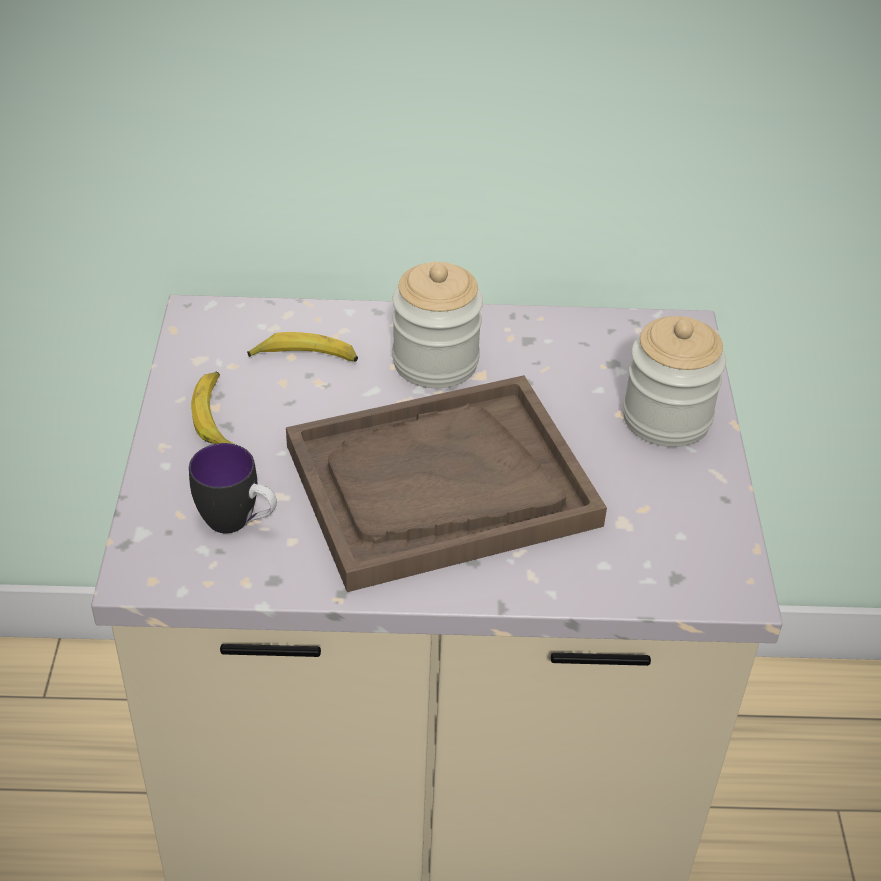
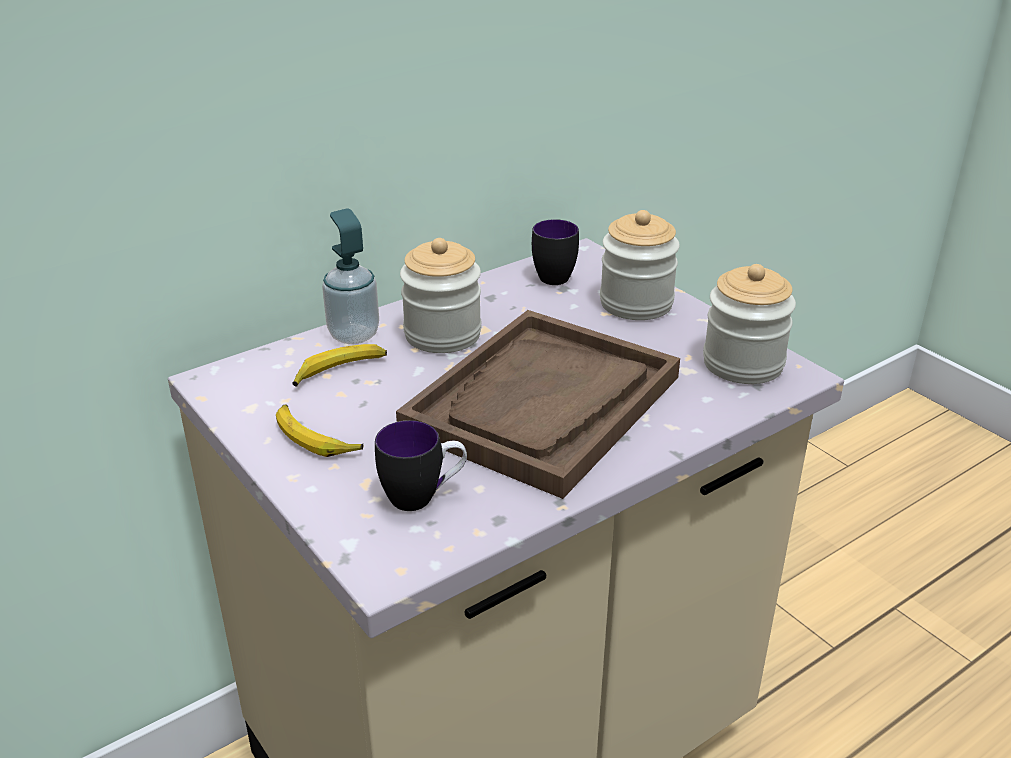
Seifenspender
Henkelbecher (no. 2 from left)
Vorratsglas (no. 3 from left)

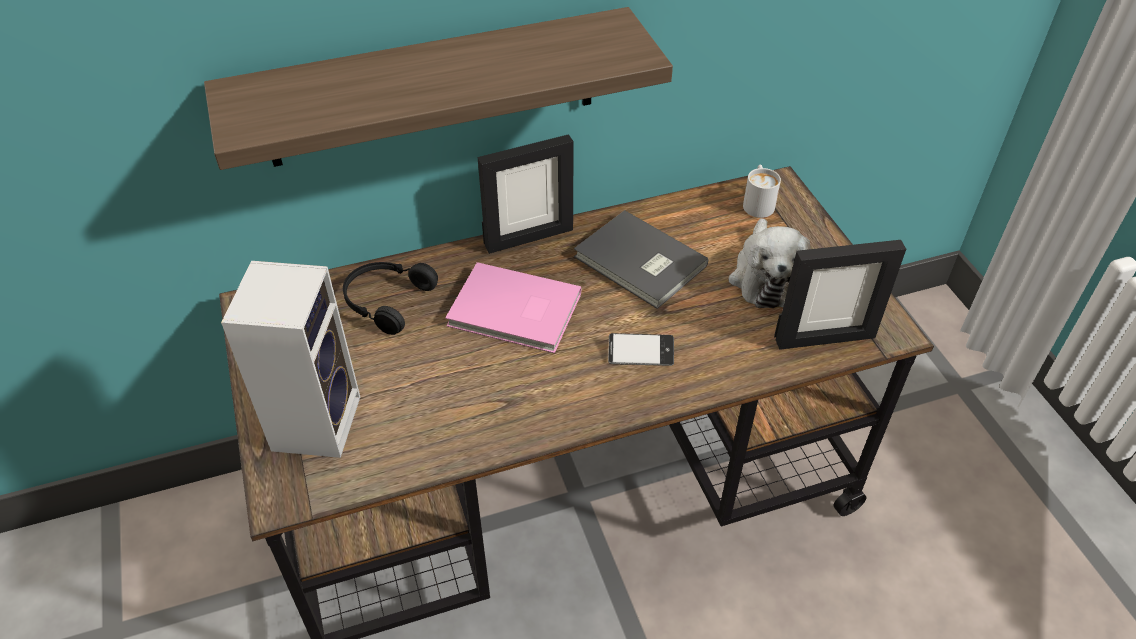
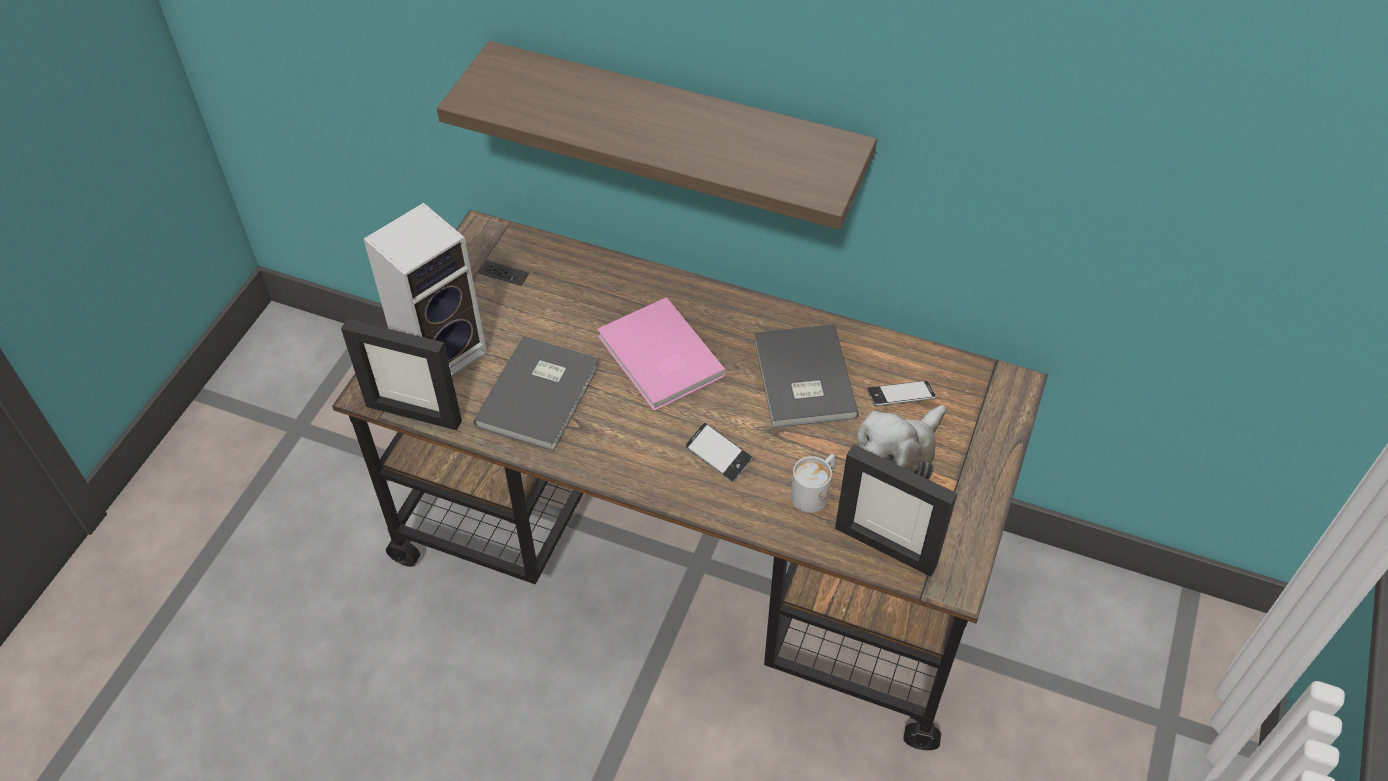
Kopfhörer (schwarz)
Buch (grau) (no. 1 from left)
Handy (no. 2 from left)
Bilderrahmen (no. 1 from left)
Henkelbecher (weiß)

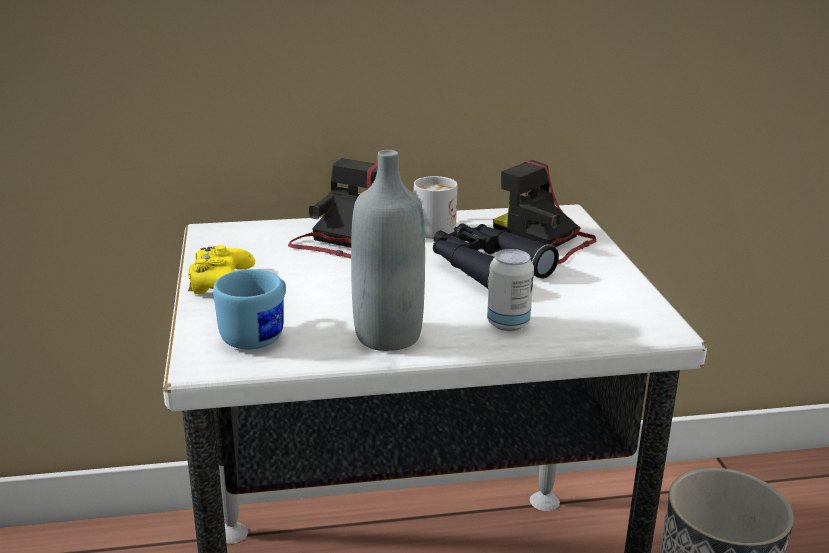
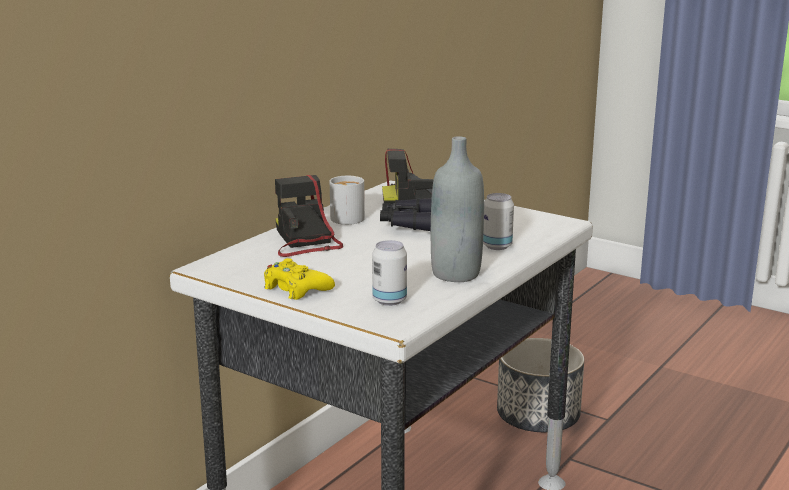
Dose (no. 1 from left)

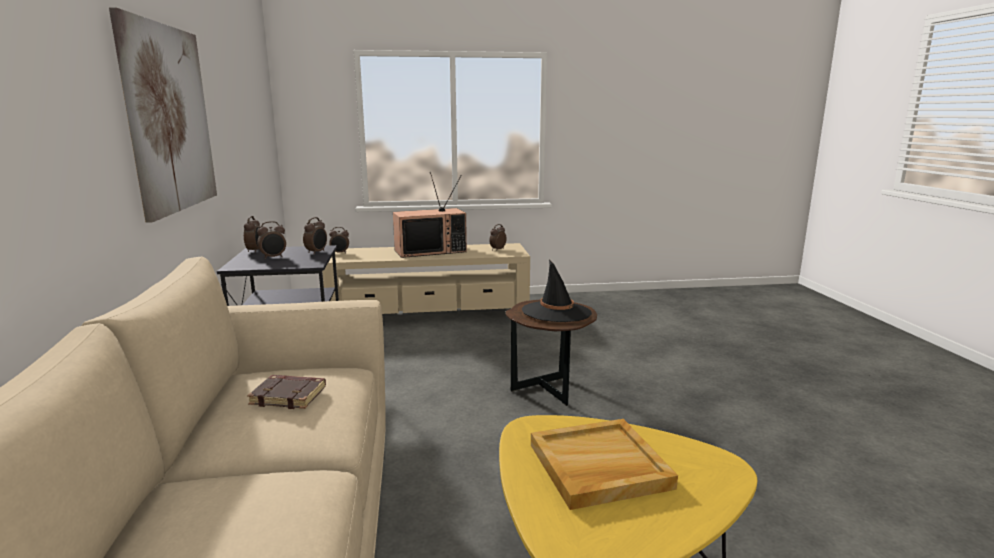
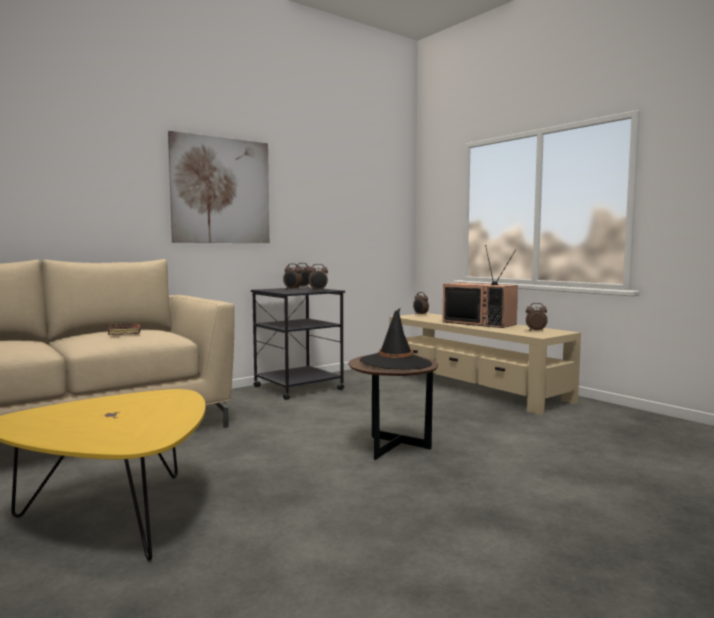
Tablett (beige)

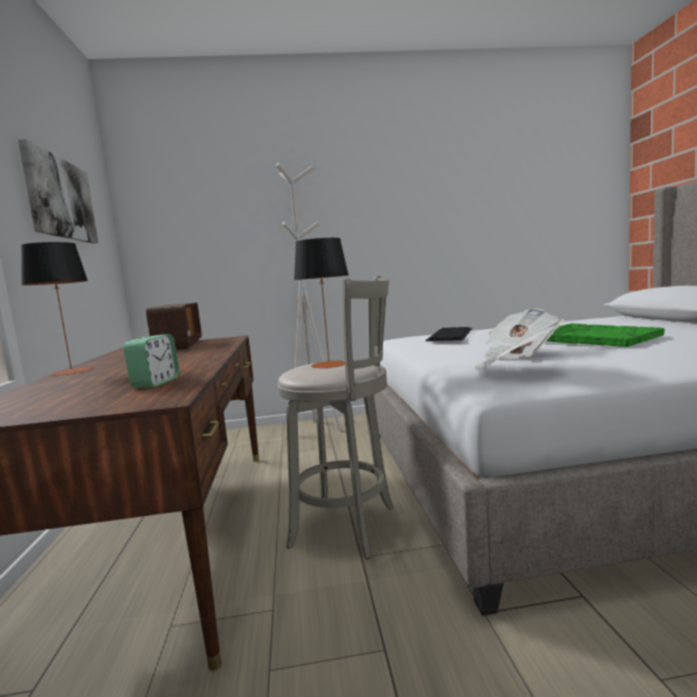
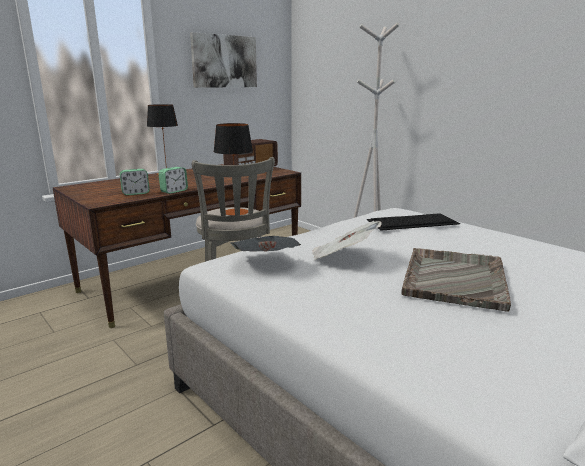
Wecker (no. 2 from left)
Tablett (grau)

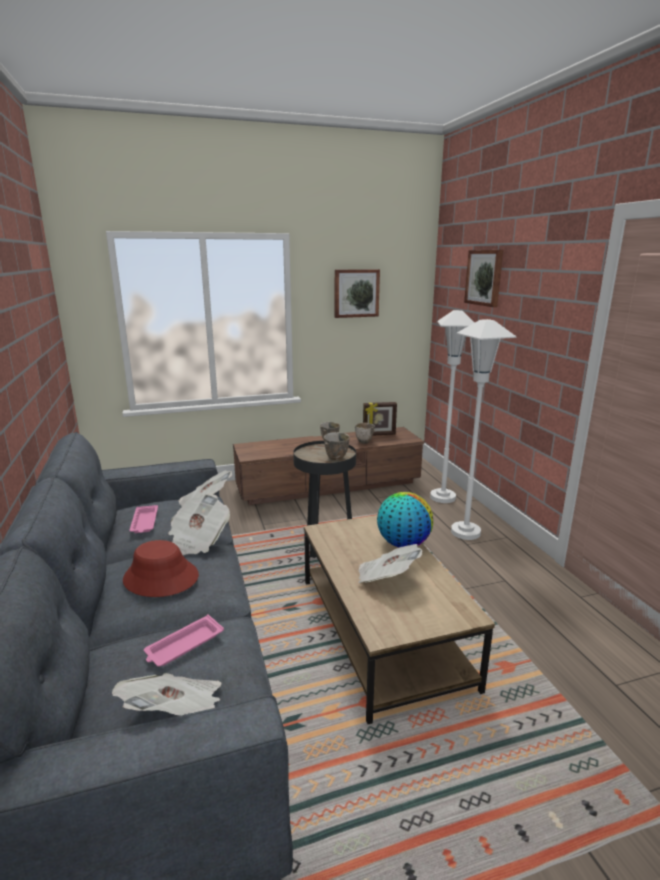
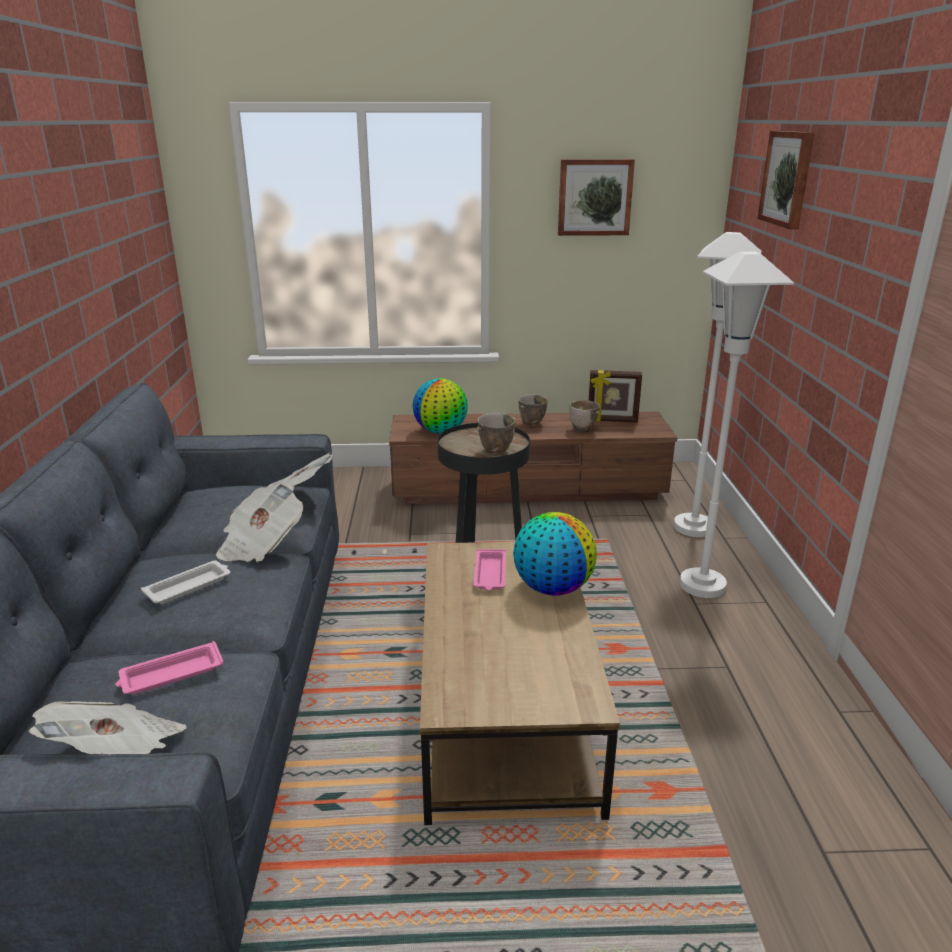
Zeitung (no. 4 from left in the first image)
Globus (no. 1 from left)
Tablett (rosa) (no. 2 from left)
Tablett (weiß)

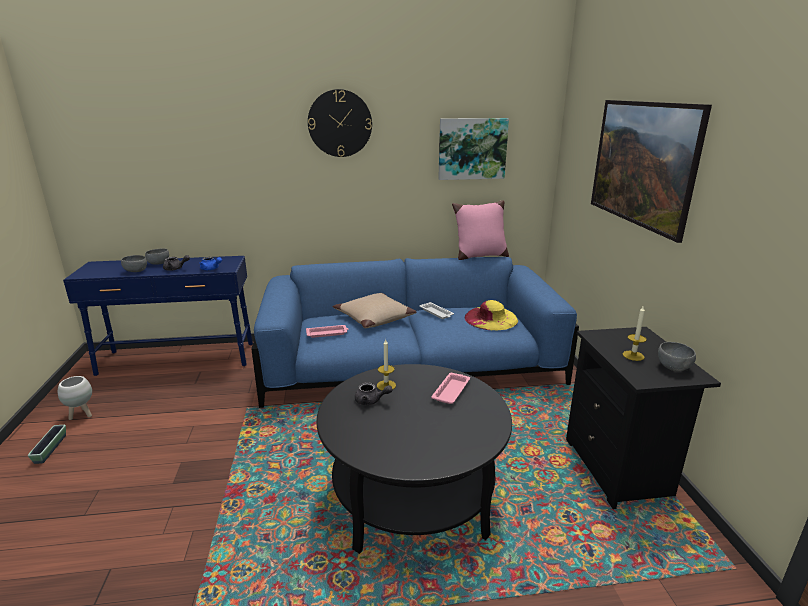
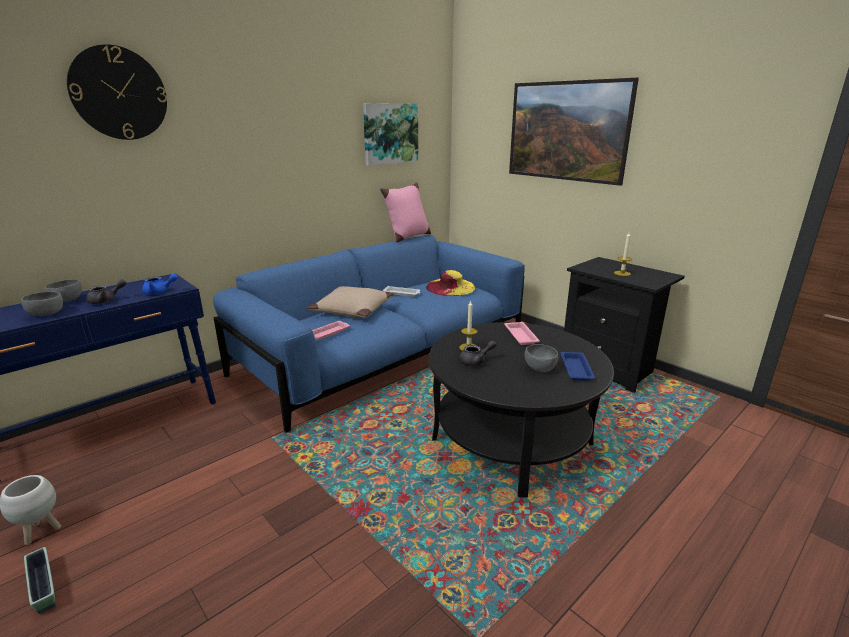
Tablett (blau)
Wanduhr
Schüssel (grau) (no. 3 from left)

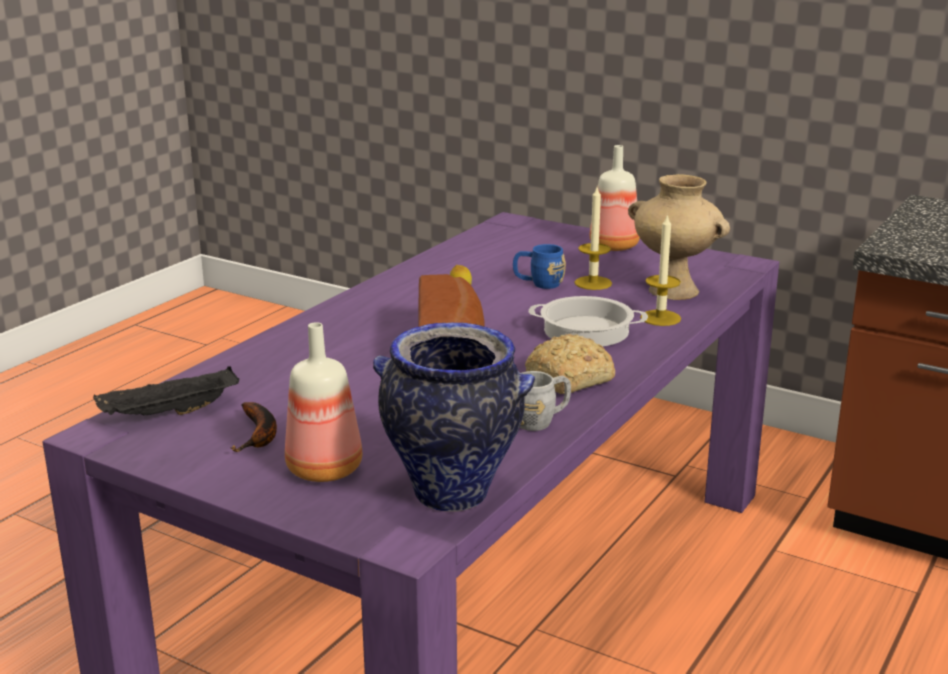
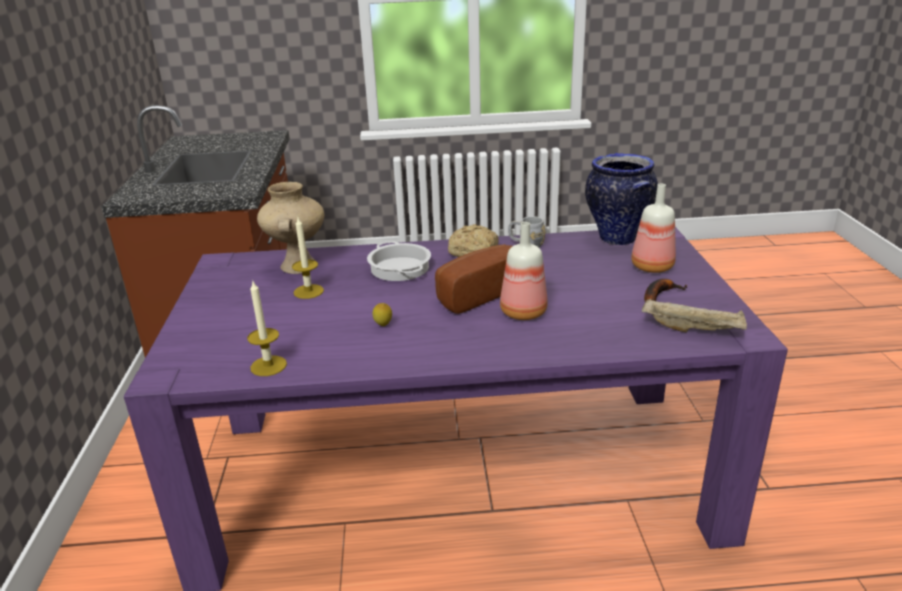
Henkelbecher (blau)
Flasche (no. 1 from left)
Kerze (no. 1 from left)
Tablett (beige)

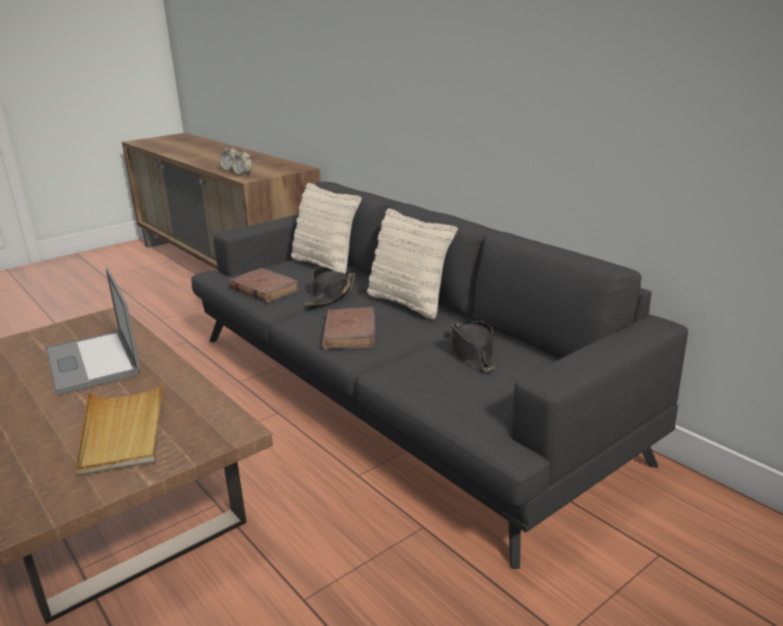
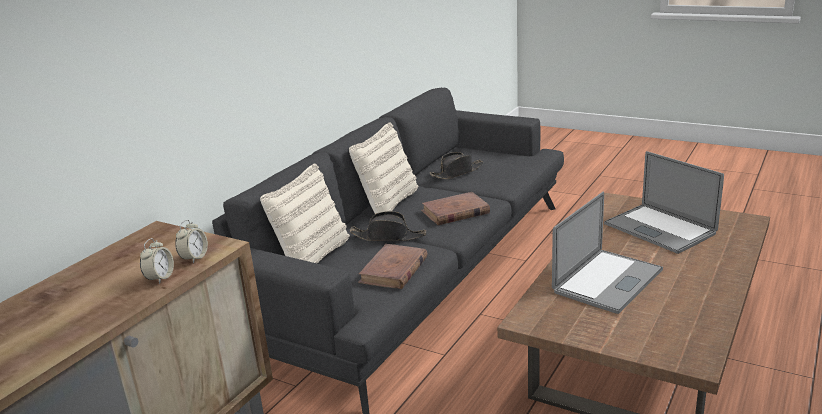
Laptop (no. 2 from left)

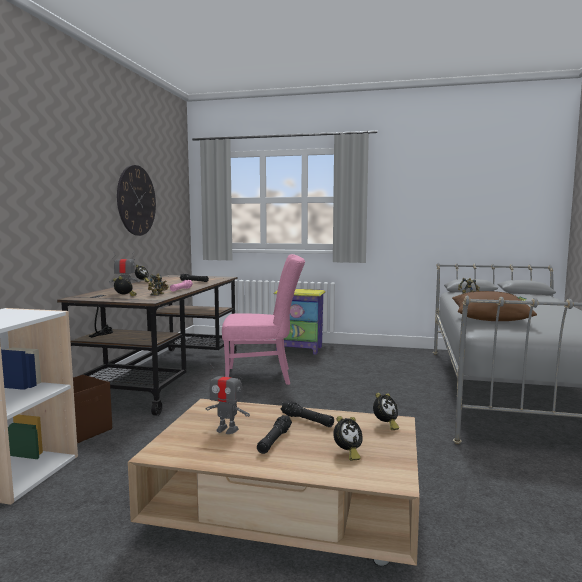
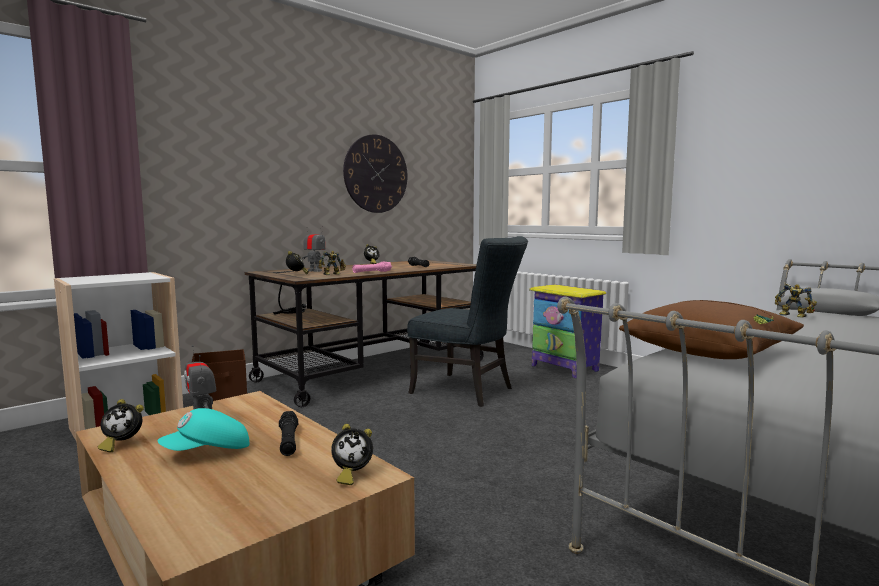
Wecker (no. 1 from left)
Kappe (türkis)
Stuhl (grau)

